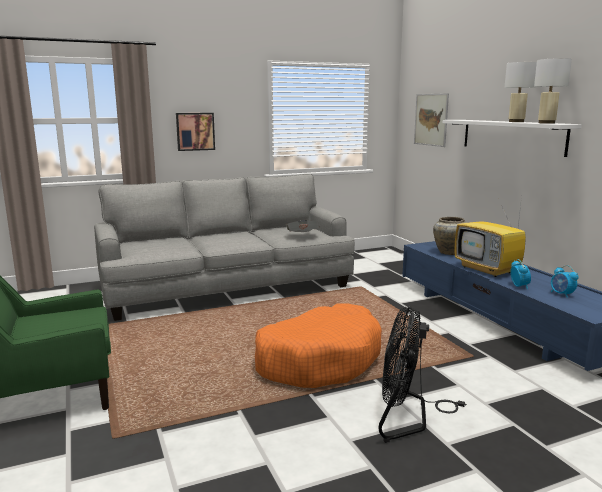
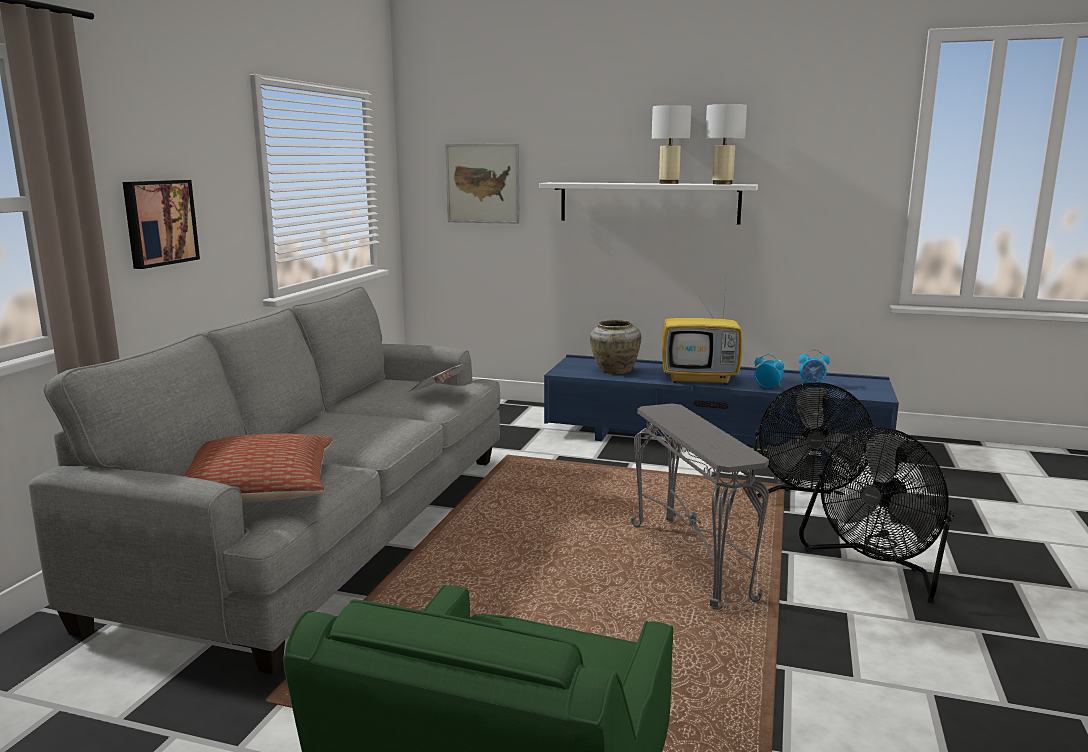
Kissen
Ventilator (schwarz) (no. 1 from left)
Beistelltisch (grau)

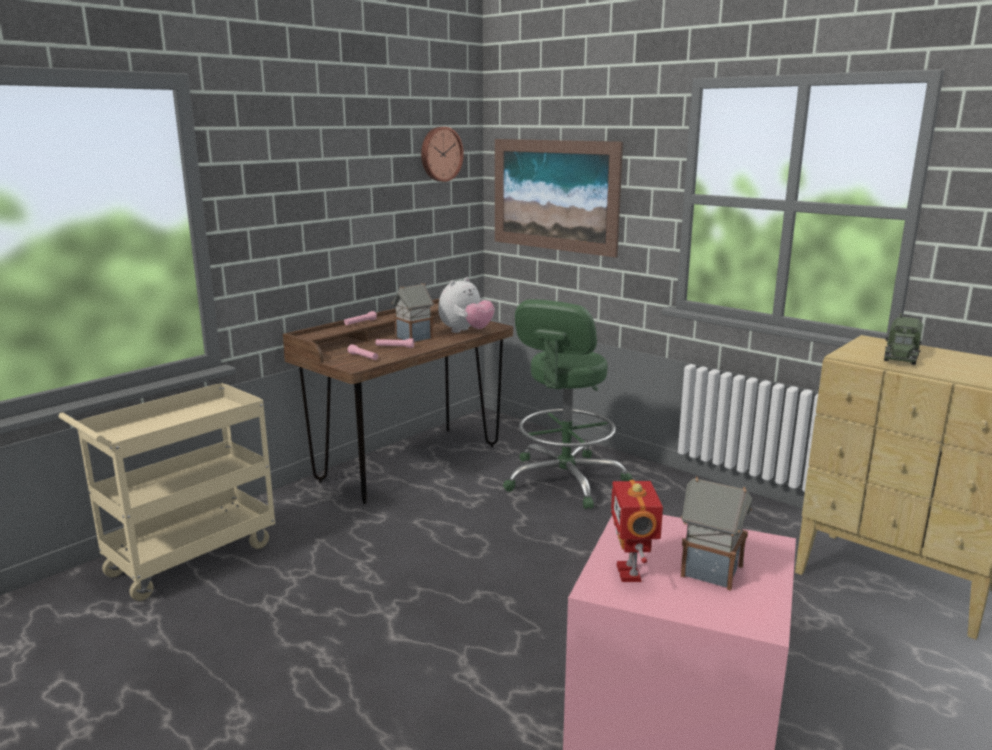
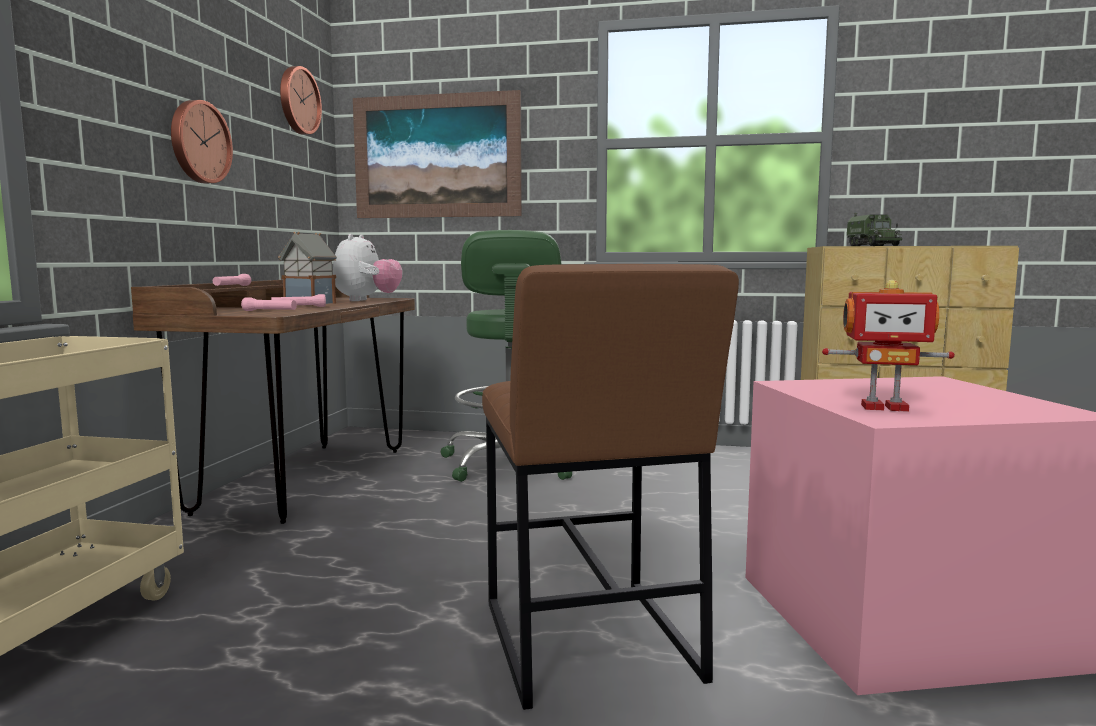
Spielzeughaus (no. 2 from left in the first image)
Wanduhr (no. 1 from left)
Stuhl (braun)
Spielzeugroboter

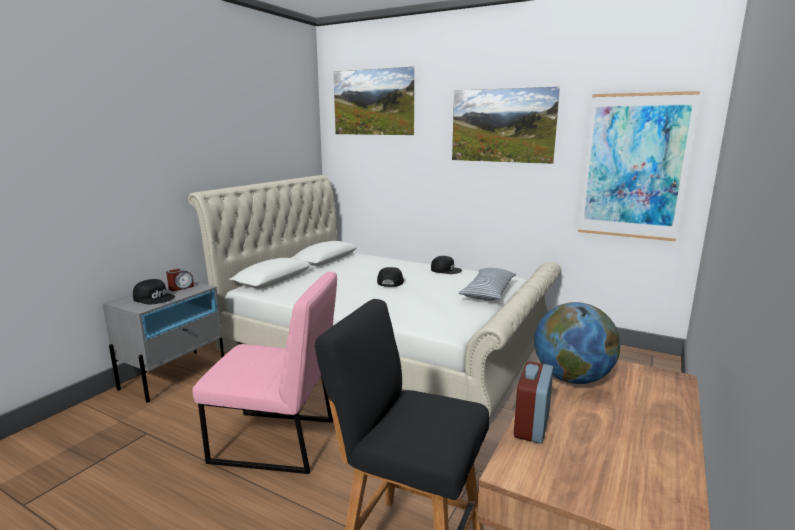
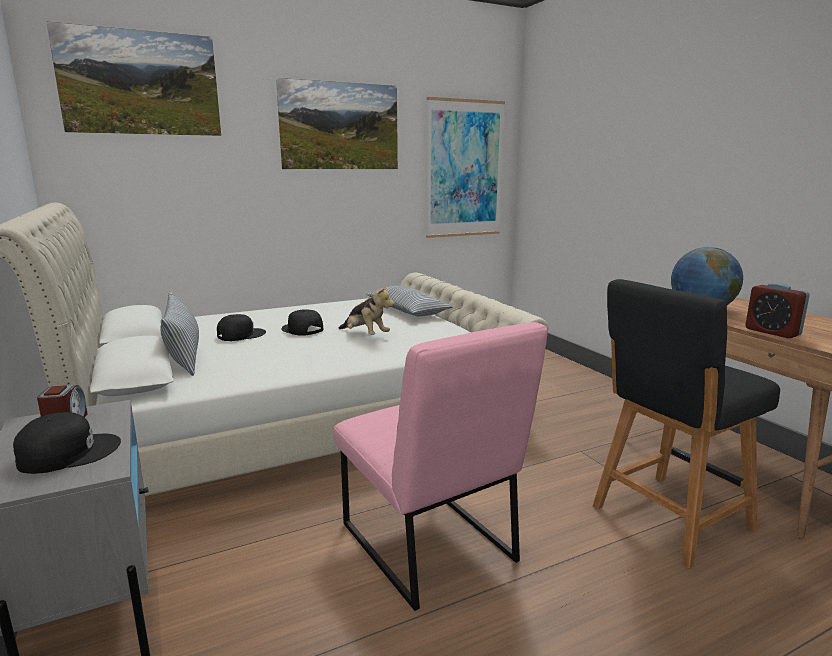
Kissen (no. 1 from left)
Plüschtier
Kappe (schwarz) (no. 2 from left)
Stuhl (rosa)

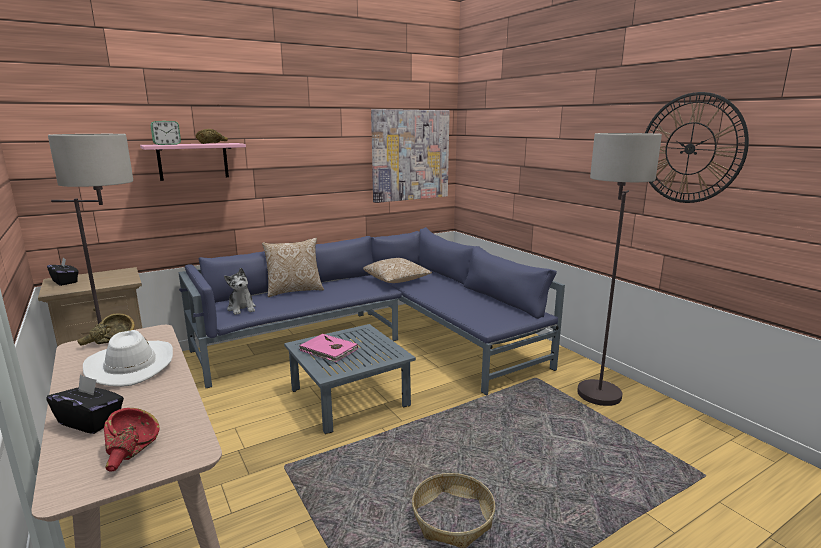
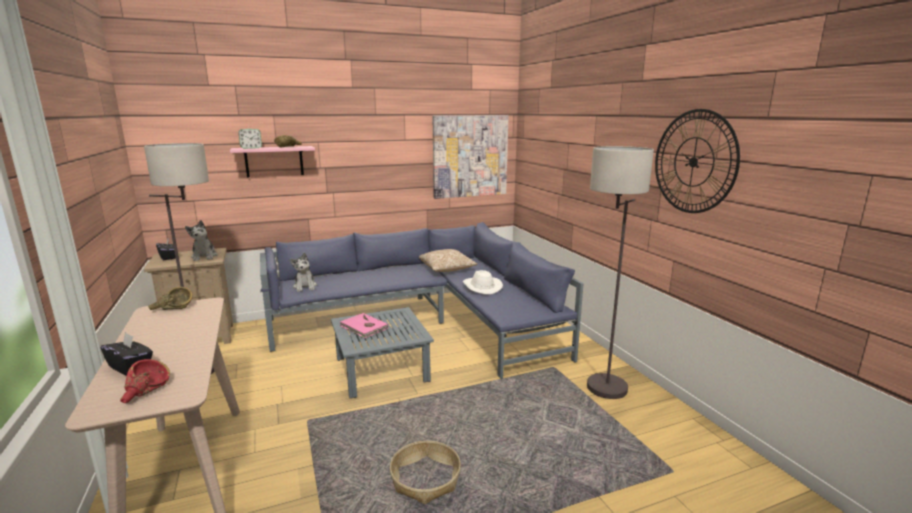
Kissen (no. 1 from left in the first image)
Plüschtier (no. 1 from left)
Hut (weiß)

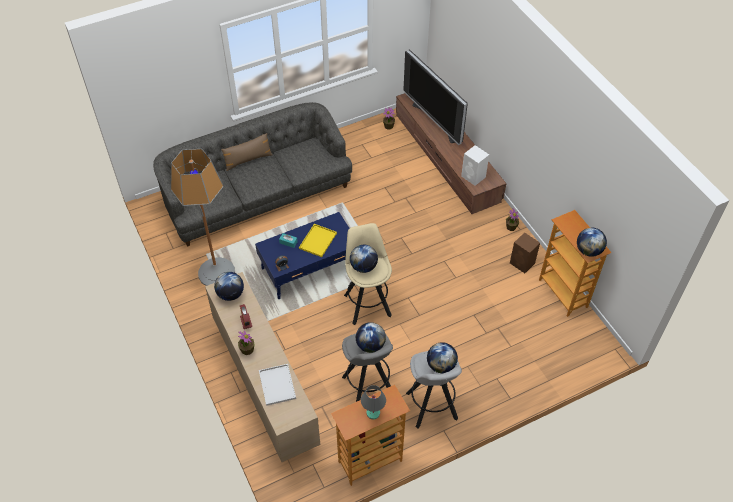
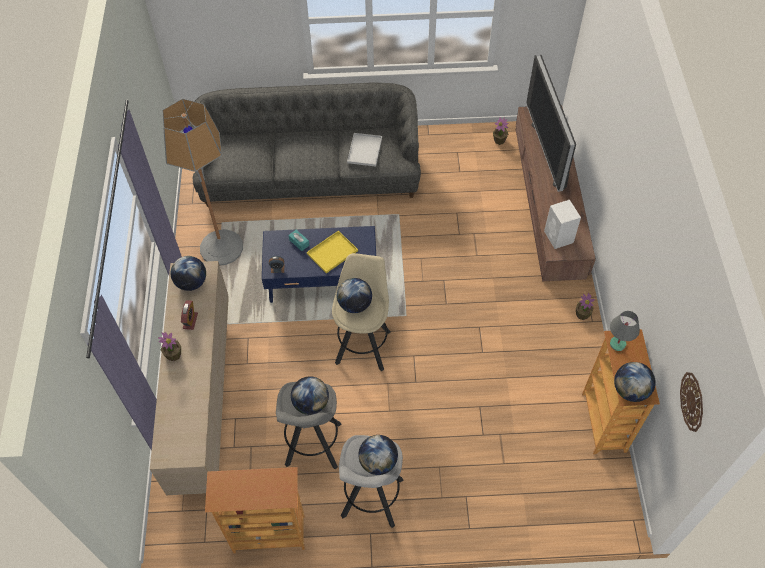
Kissen (braun)
Lautsprecher (braun)
Wanduhr
Tablett (weiß)
Tischlampe (grau)

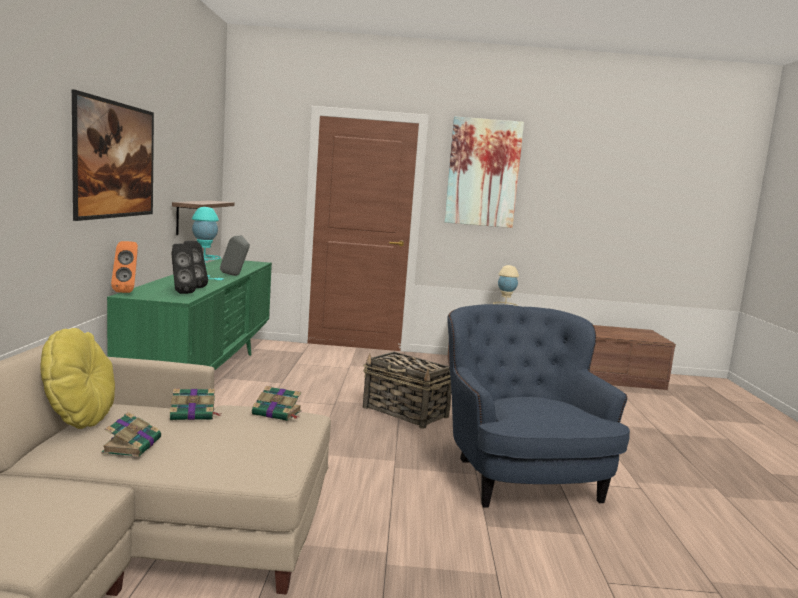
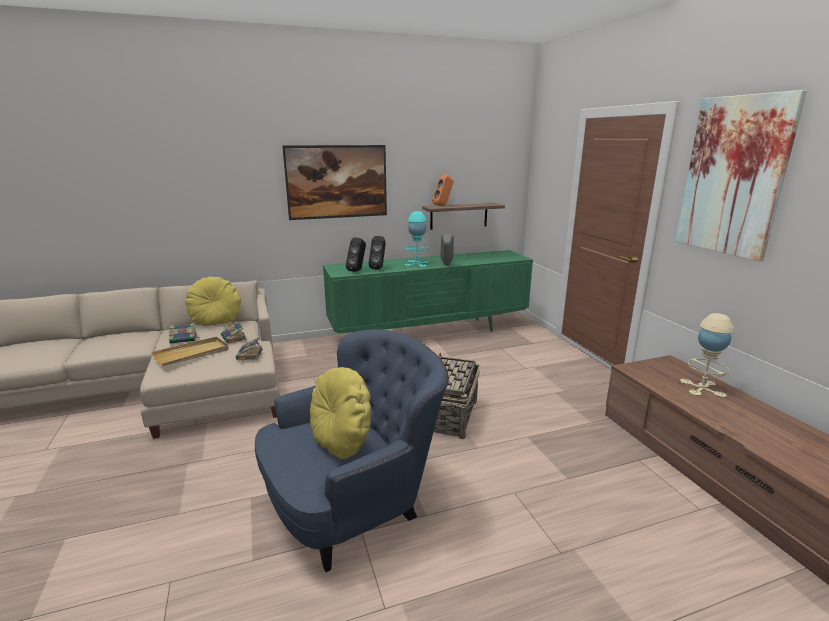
Tablett (beige)
Kissen (gelb) (no. 2 from left)
Lautsprecher (orange)

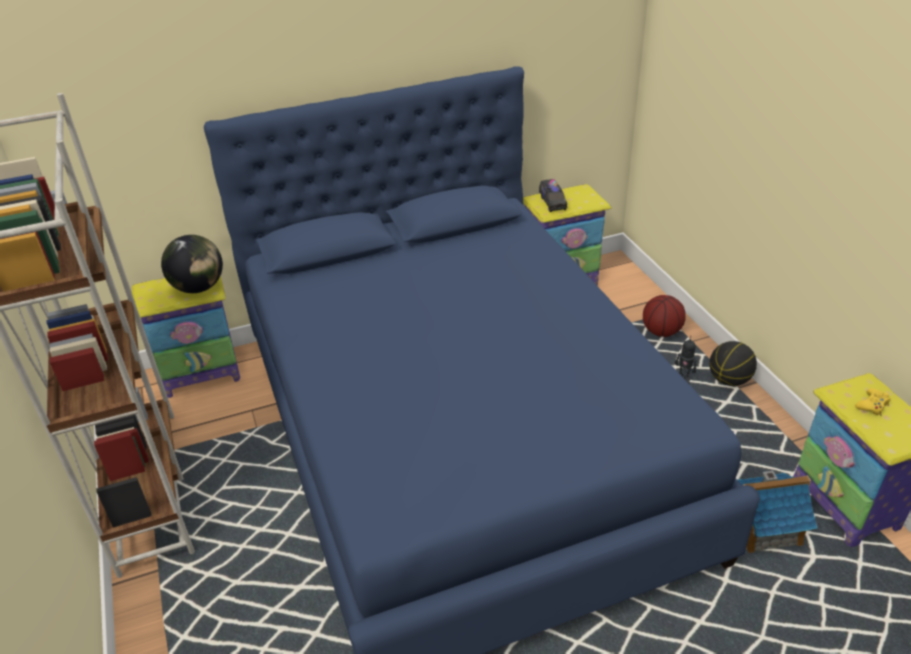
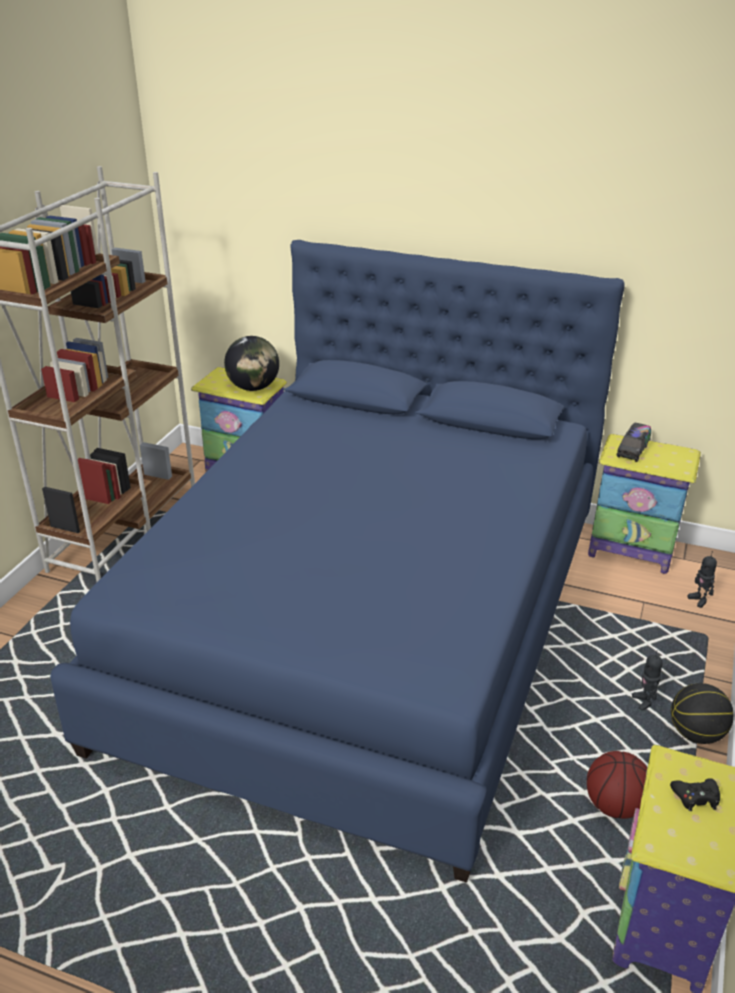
Spielzeughaus
Spielzeugroboter (no. 2 from left)
Basketball (no. 1 from left)
Gamepad (schwarz)

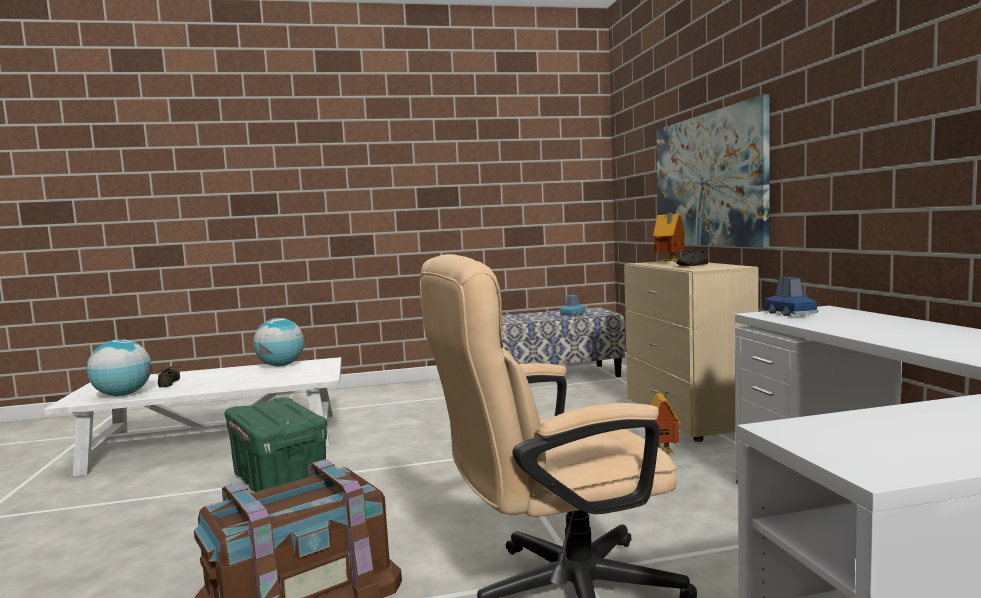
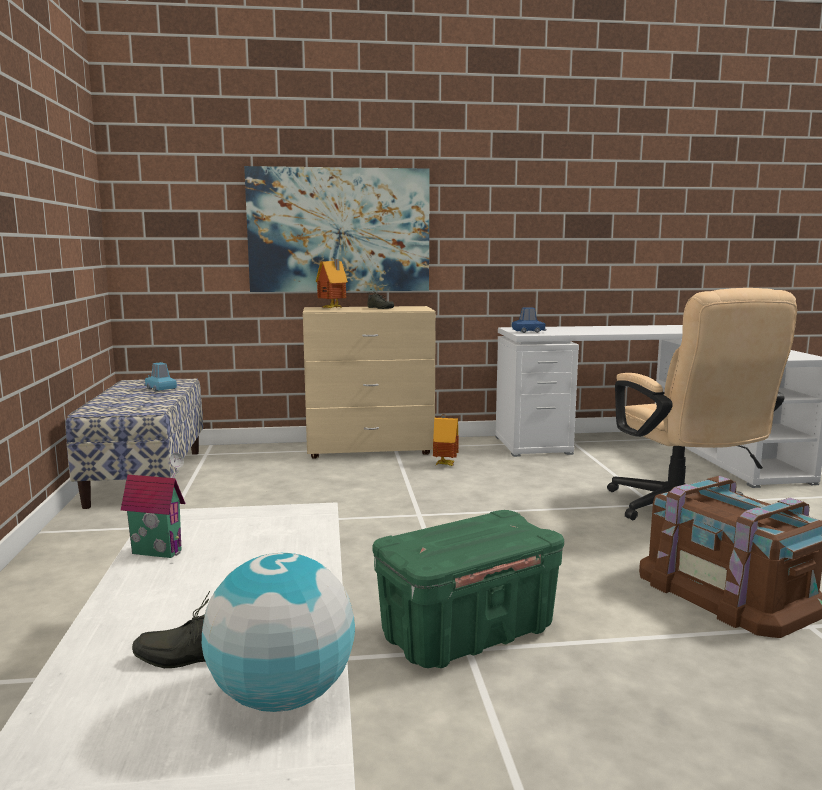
Spielzeughaus (no. 1 from left)

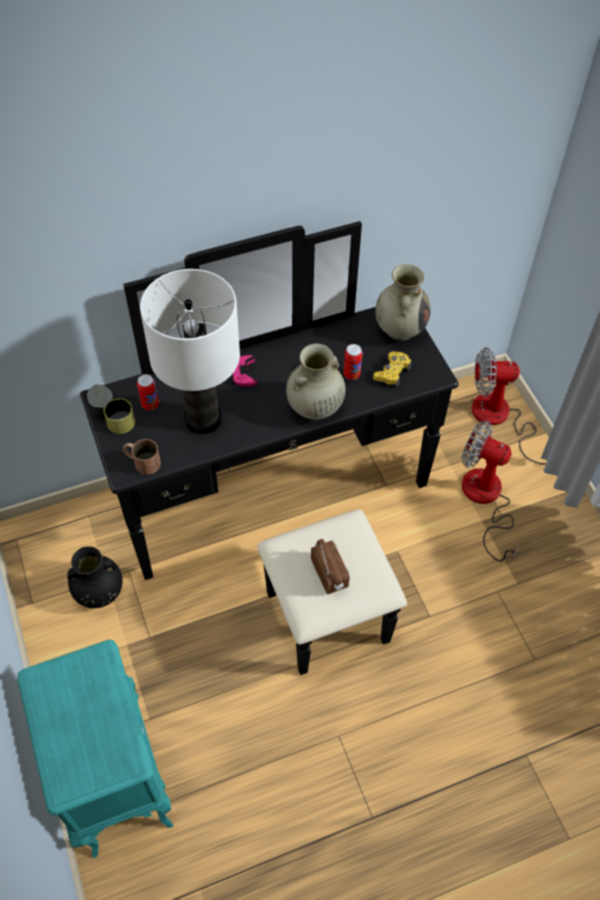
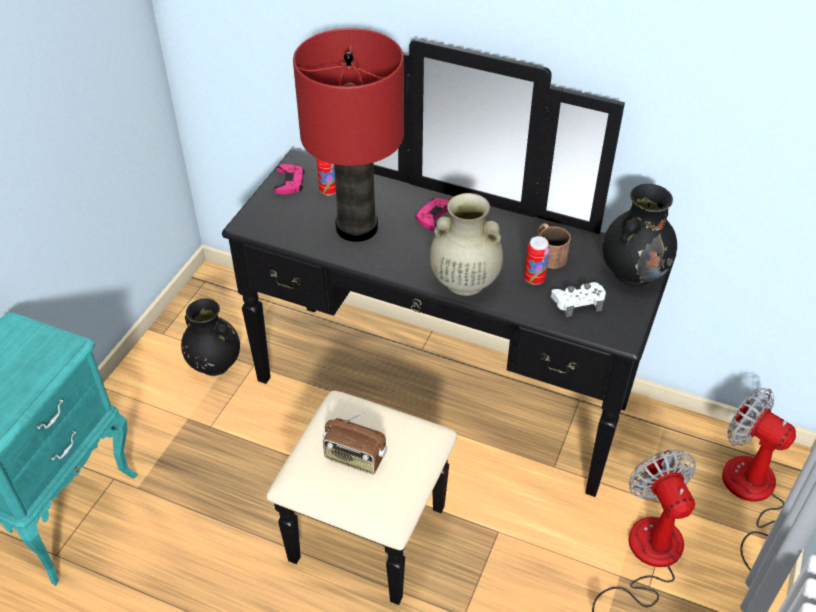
Henkelbecher (braun)
Gamepad (rosa) (no. 1 from left)
Tischlampe (rot)
Gamepad (weiß)
Vase (schwarz) (no. 2 from left)
Radio

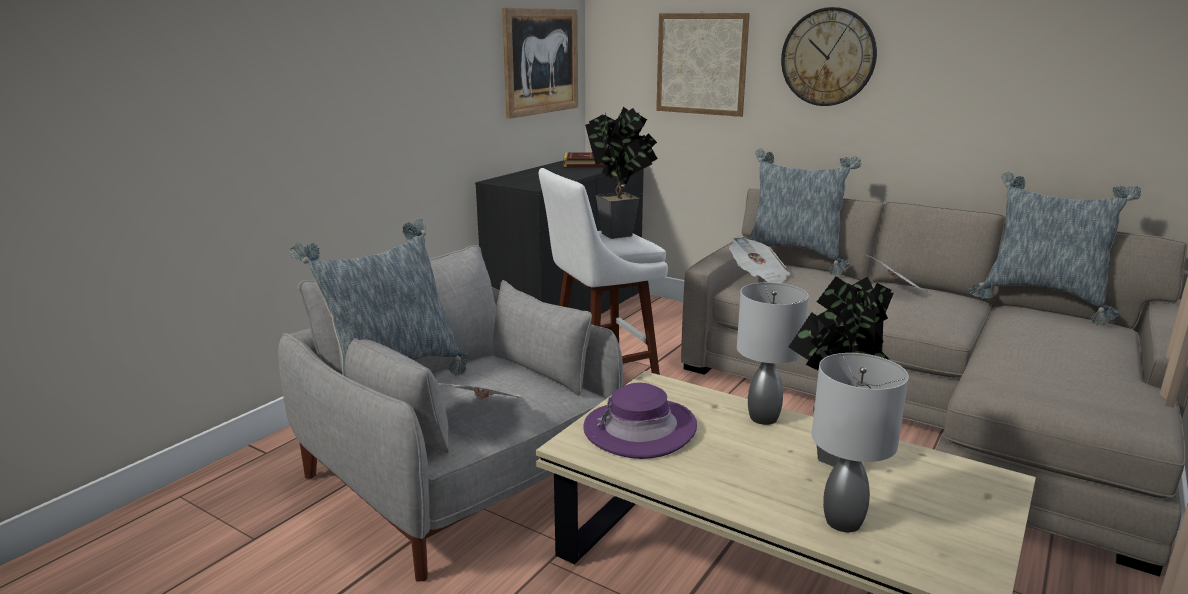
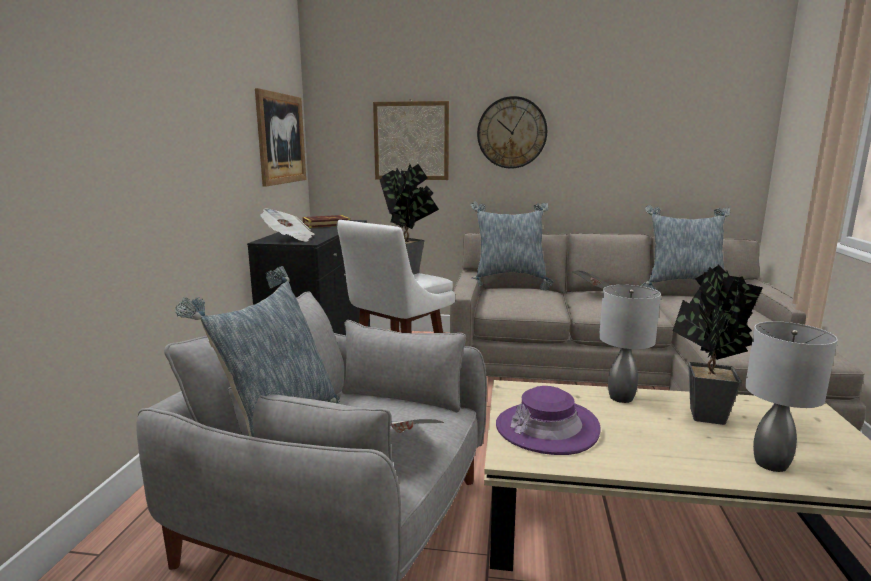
Zeitung (no. 1 from left)

